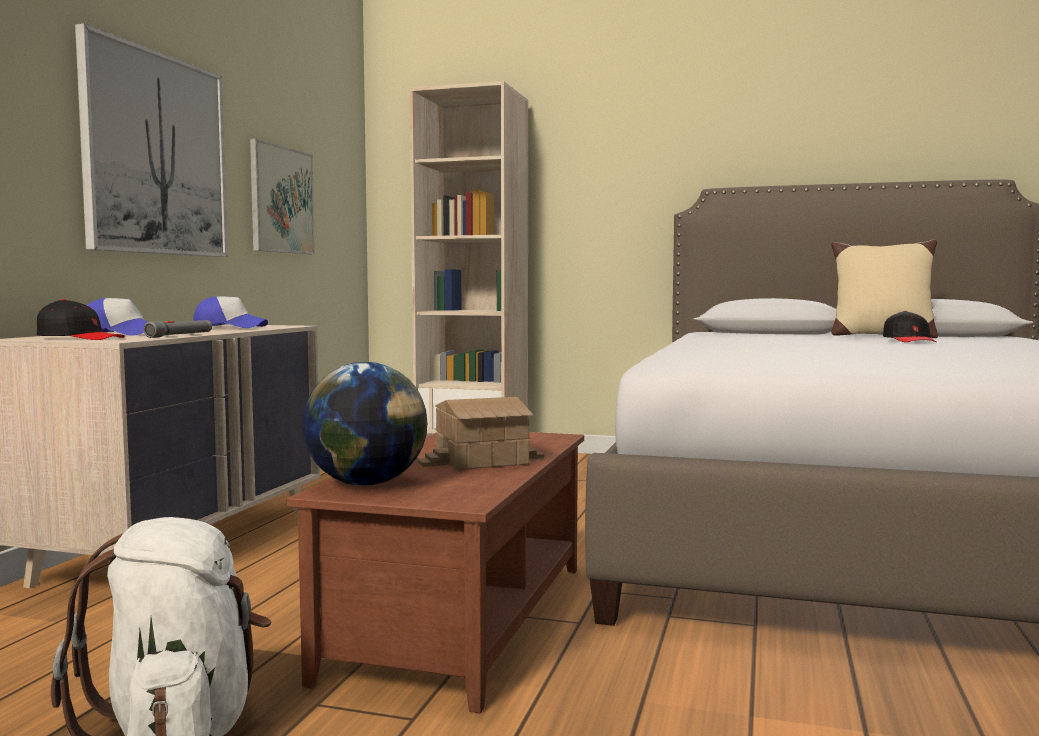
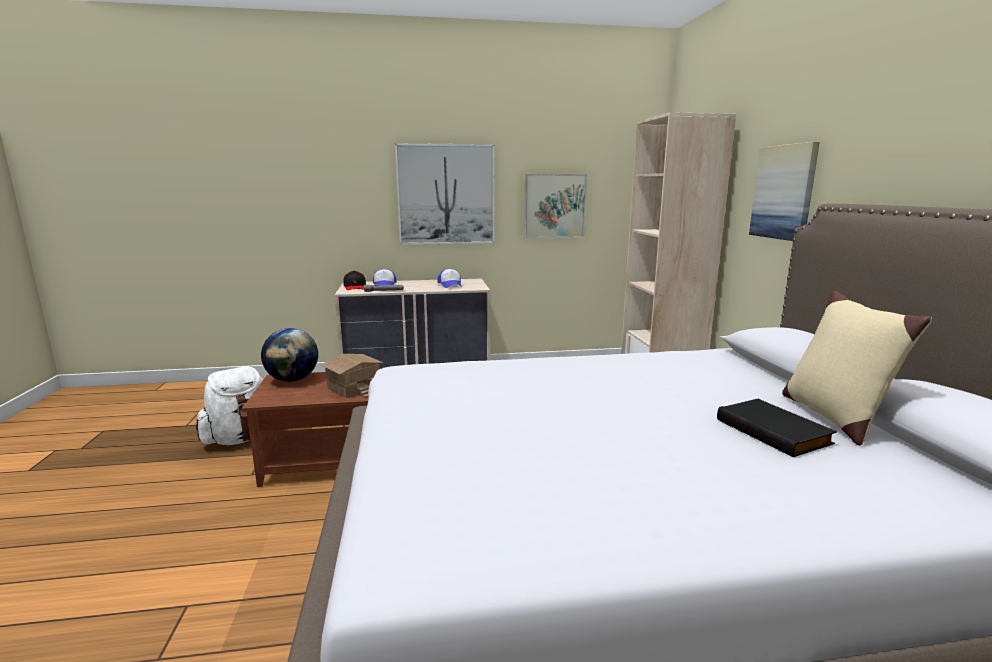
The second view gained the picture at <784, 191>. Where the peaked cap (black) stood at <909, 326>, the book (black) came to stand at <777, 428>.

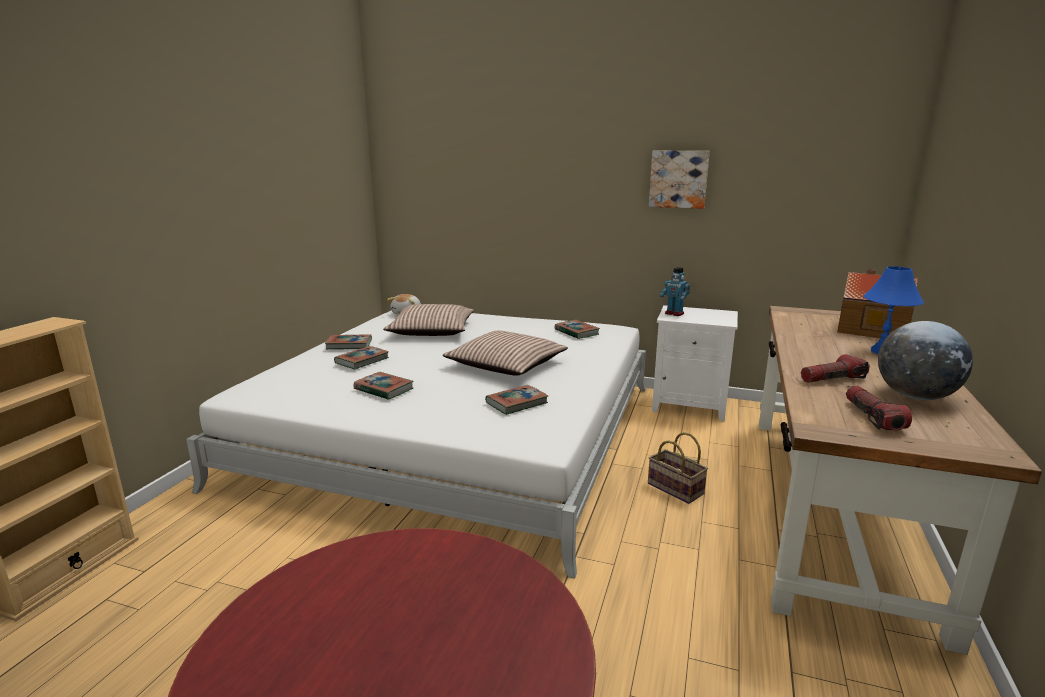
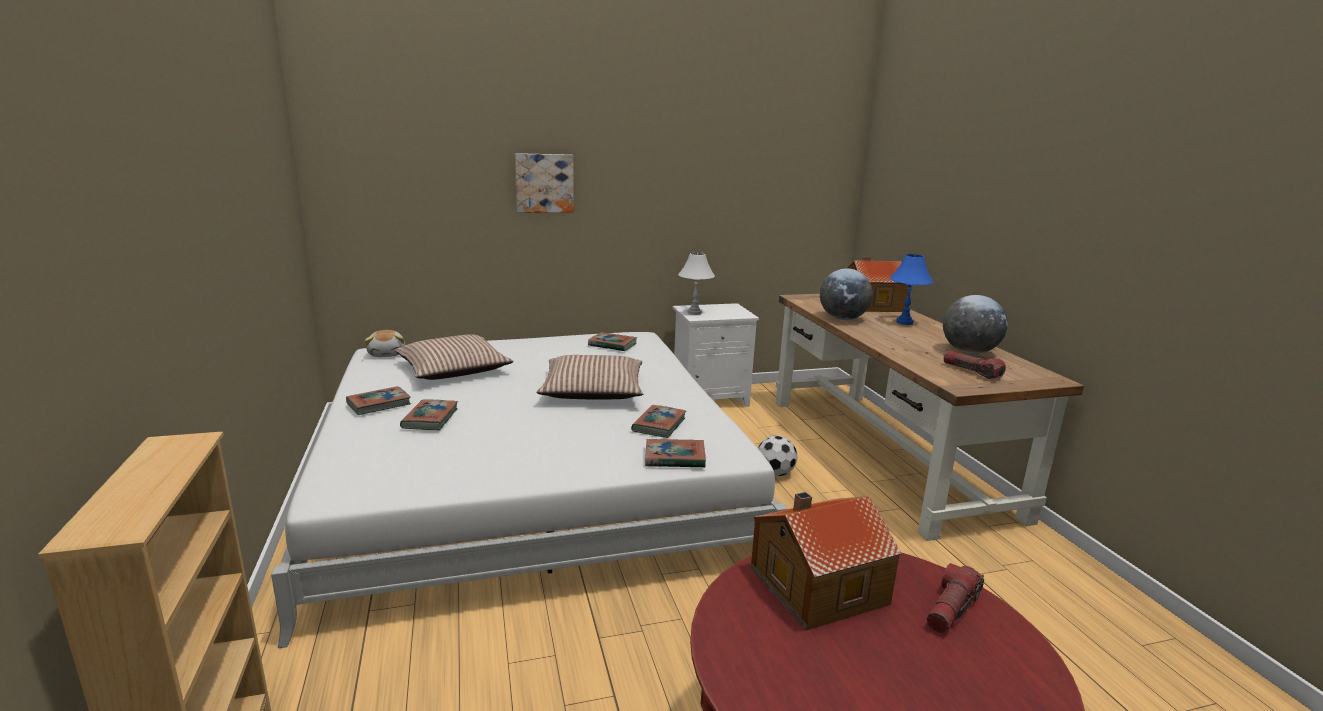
The second view gained the toy house at <826, 561>. The second view gained the world globe at <846, 294>. The book ended up elsewhere, having gone from <383, 386> to <675, 453>. The picture ended up elsewhere, having gone from <679, 180> to <544, 183>. The torch ended up elsewhere, having gone from <835, 368> to <955, 598>. Where the basket stood at <678, 468>, the football ball came to stand at <777, 455>. Where the robot figure stood at <675, 291>, the tabletop lamp (white) came to stand at <696, 283>.

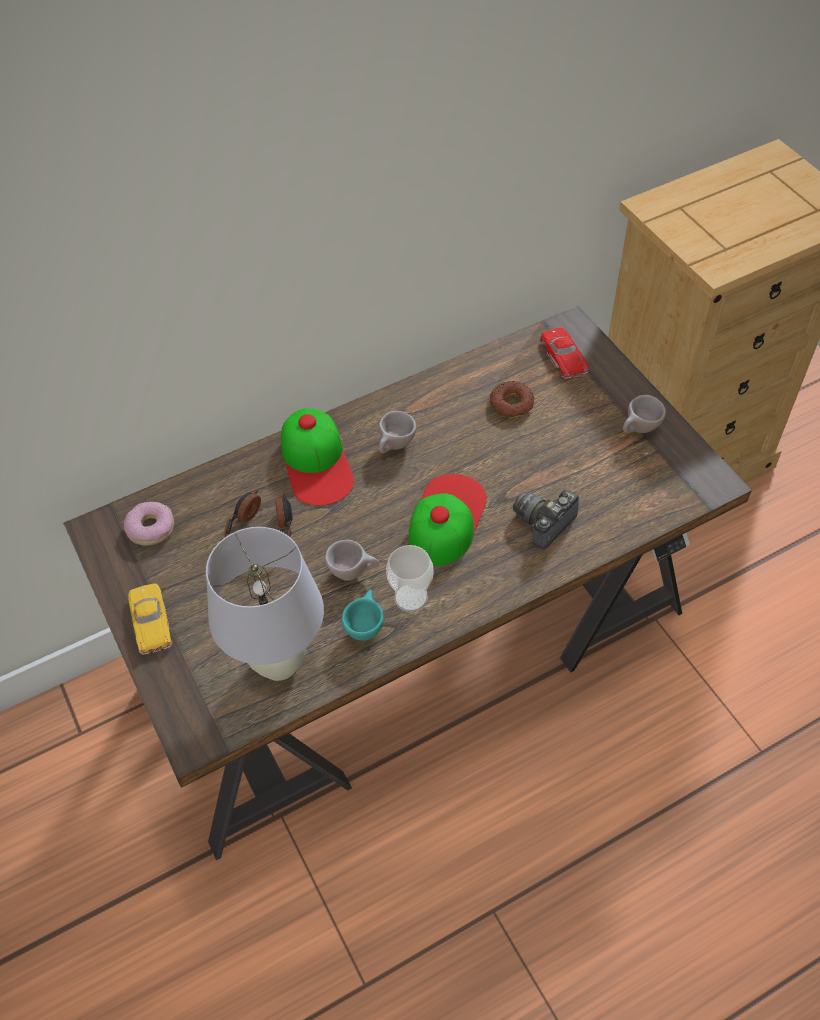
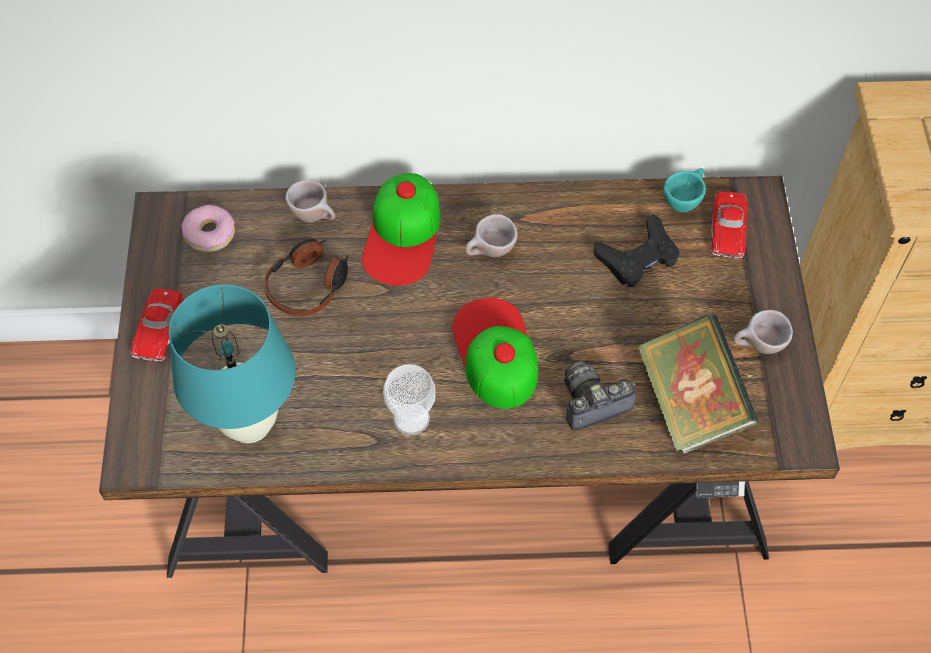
The second view gained the book at <698, 384>. The cup (sand-coloured) ended up elsewhere, having gone from <352, 560> to <310, 201>. The cup (turquoise-coloured) ended up elsewhere, having gone from <363, 615> to <684, 190>. Where the ring doughnut stood at <512, 399>, the joypad (black) came to stand at <637, 250>. What was the miniature car (yellowish) at <150, 619> turned into the miniature car (reddish) at <157, 324>. What was the tabletop lamp (white) at <265, 604> turned into the tabletop lamp (turquoise-coloured) at <232, 363>. The peaked cap at <448, 520> ended up facing another way, 60 degrees counterclockwise from before.

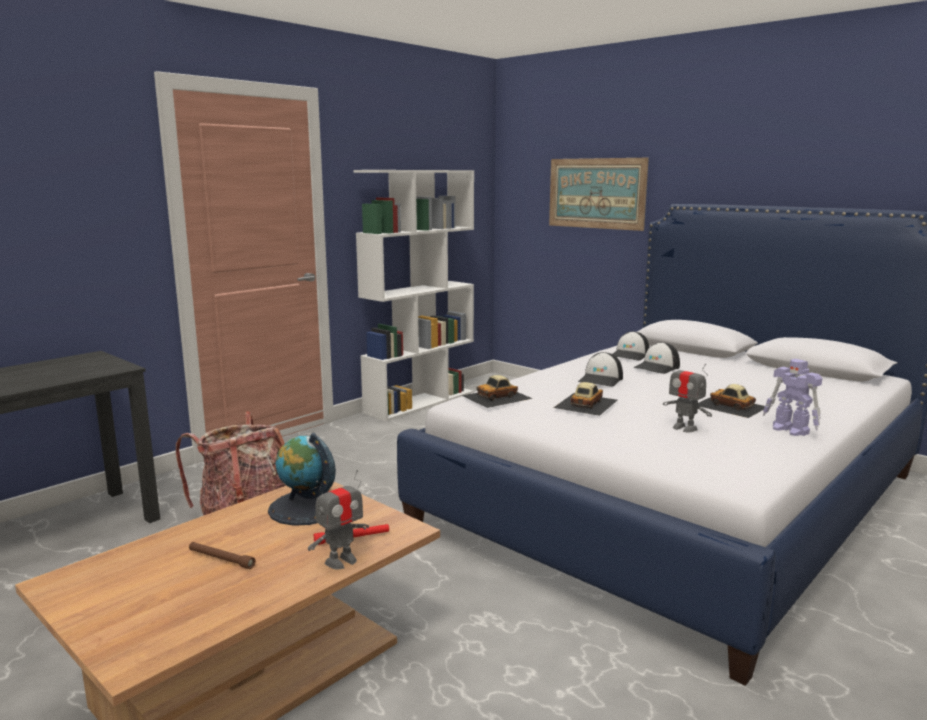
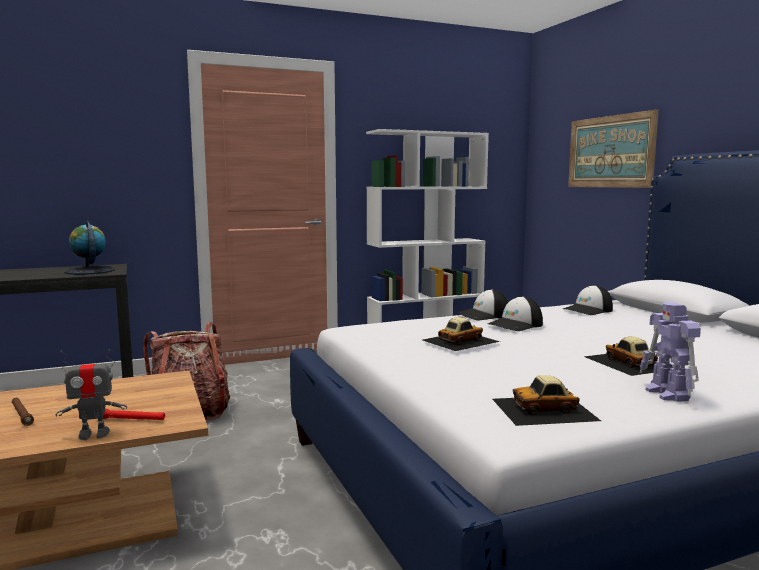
The second view lost the robot figure at <687, 394>. The world globe ended up elsewhere, having gone from <302, 479> to <89, 248>. The miniature car ended up elsewhere, having gone from <497, 391> to <546, 400>. The peaked cap ended up elsewhere, having gone from <657, 358> to <482, 304>.

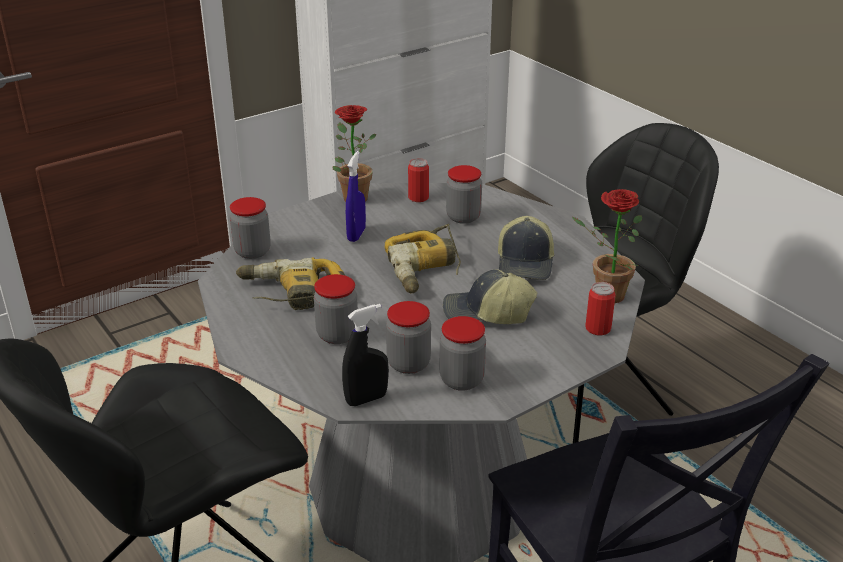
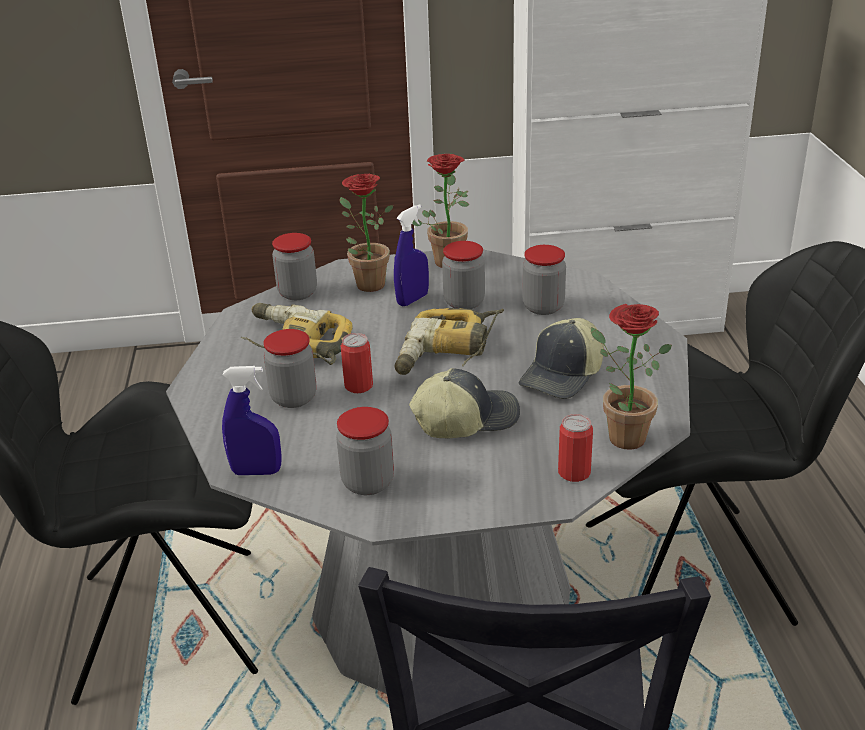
The second view gained the plant in a pot at <367, 232>. The preserve jar ended up elsewhere, having gone from <408, 337> to <463, 275>. The metal can ended up elsewhere, having gone from <418, 180> to <357, 363>. What was the sprayer (black) at <365, 355> turned into the sprayer (bluish) at <252, 420>. The peaked cap at <490, 296> ended up facing another way, 120 degrees clockwise from before.

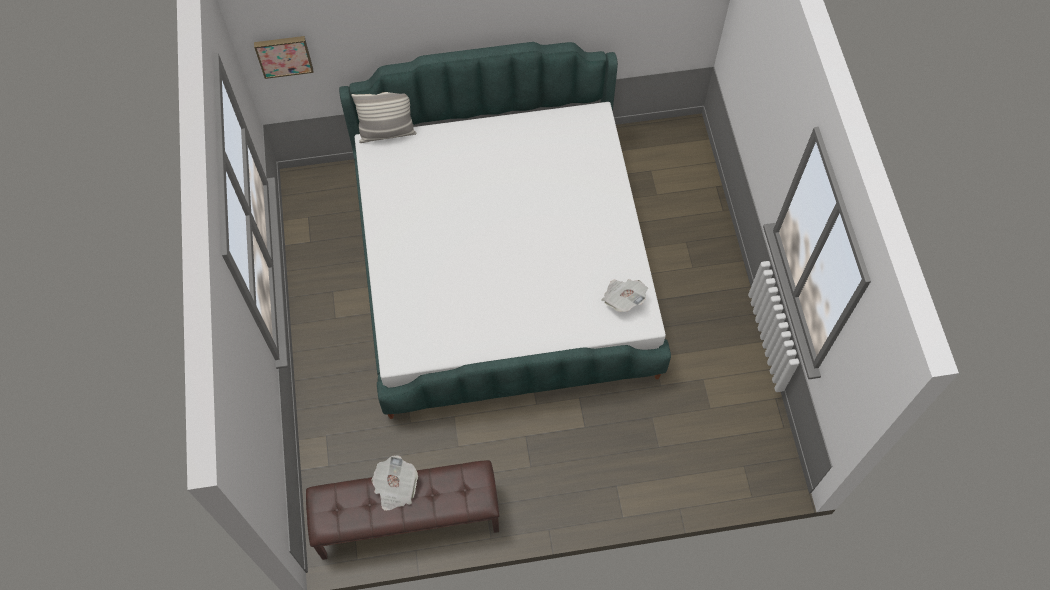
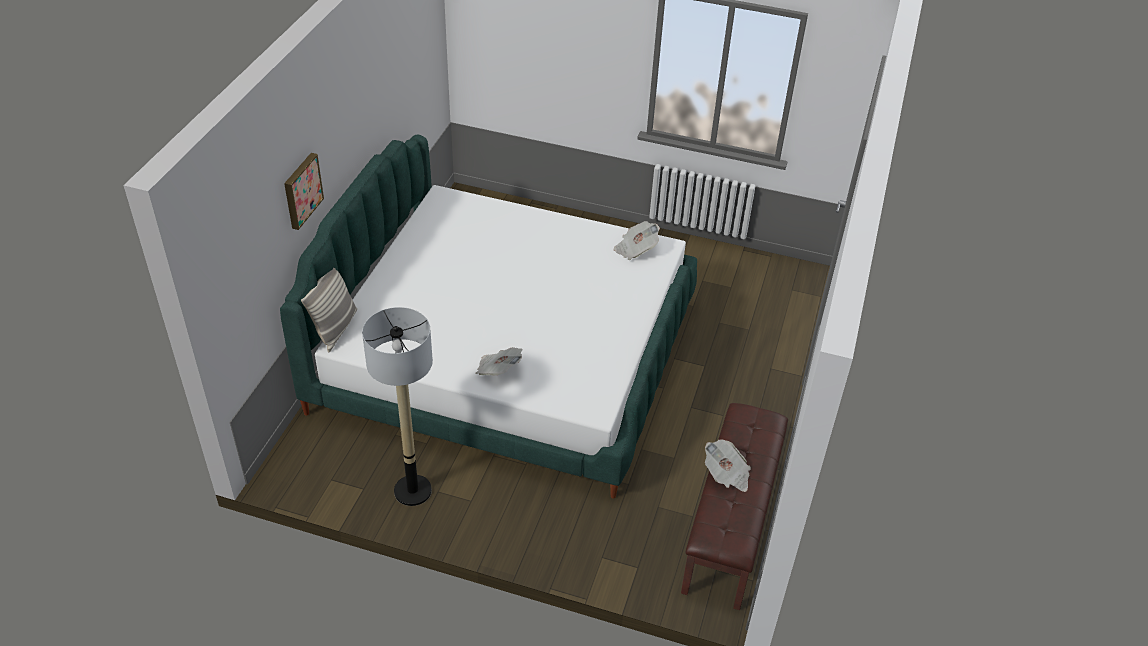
The second view gained the standing lamp at <397, 406>. The second view gained the printed paper at <499, 361>. The picture ended up elsewhere, having gone from <284, 57> to <304, 191>.

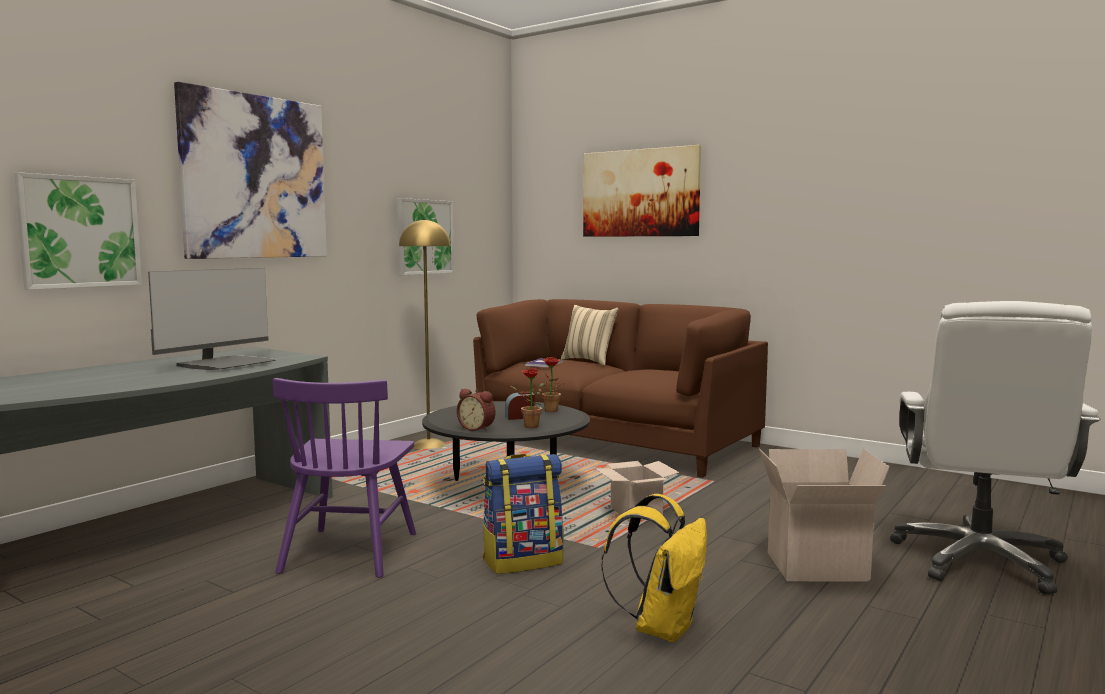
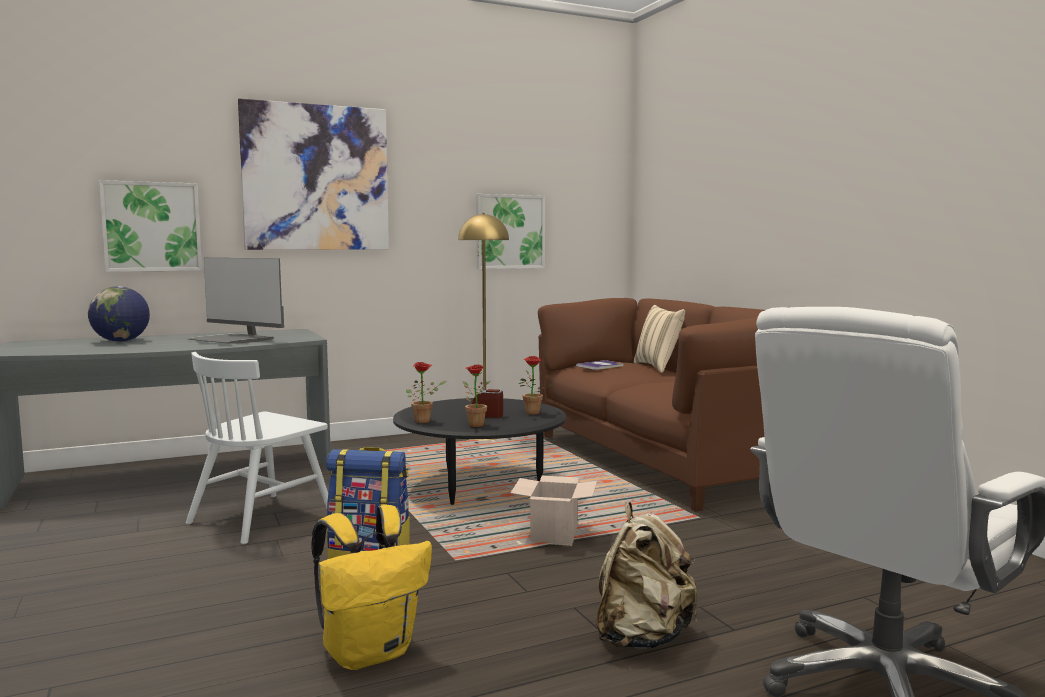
The second view lost the picture at <642, 191>. The second view gained the world globe at <119, 314>. Where the alarm clock stood at <476, 410>, the plant in a pot came to stand at <426, 392>. Where the carton stood at <824, 515>, the backpack (sand-coloured) came to stand at <647, 575>. What was the upright chair (purple) at <344, 478> turned into the upright chair (white) at <257, 448>. The computer display at <212, 319> ended up facing another way, 60 degrees clockwise from before.

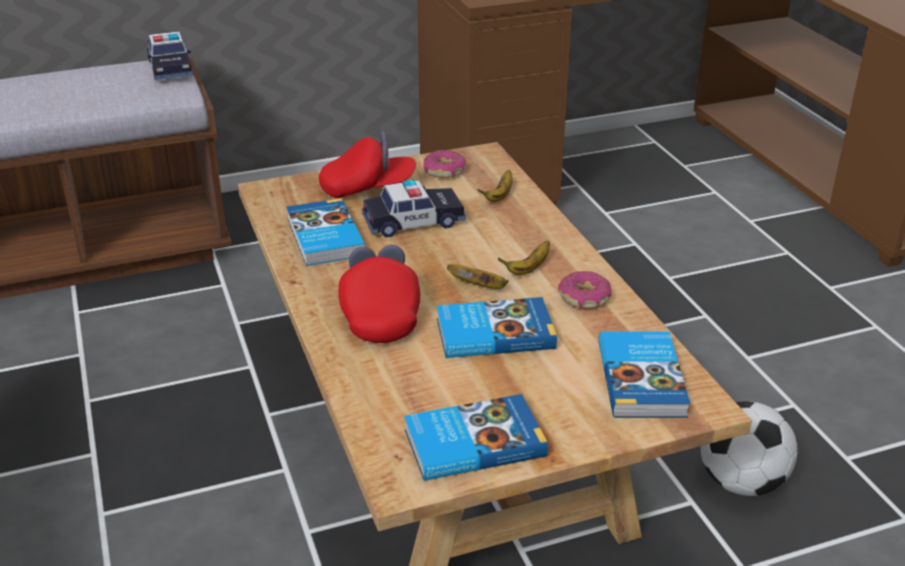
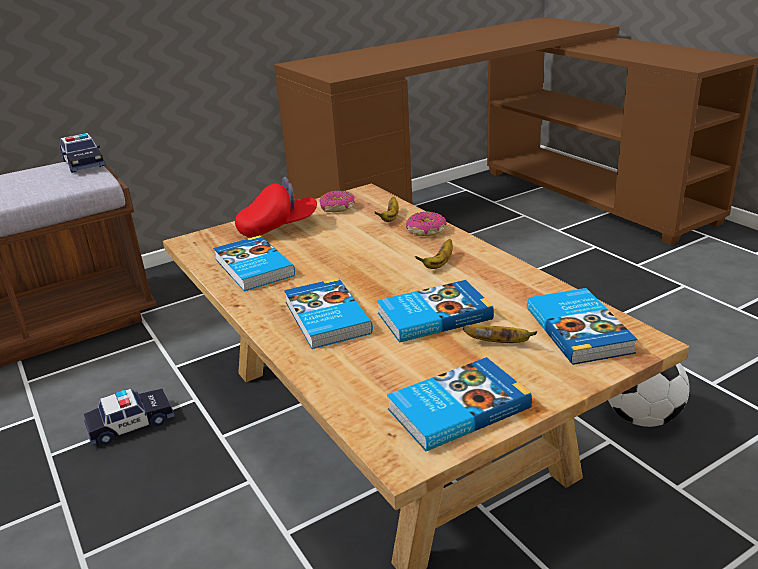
The miniature car ended up elsewhere, having gone from <414, 209> to <129, 417>. The banana fruit ended up elsewhere, having gone from <478, 276> to <500, 333>. The ring doughnut ended up elsewhere, having gone from <584, 289> to <426, 223>. Where the peaked cap (reddish) stood at <379, 294>, the book came to stand at <328, 313>.

